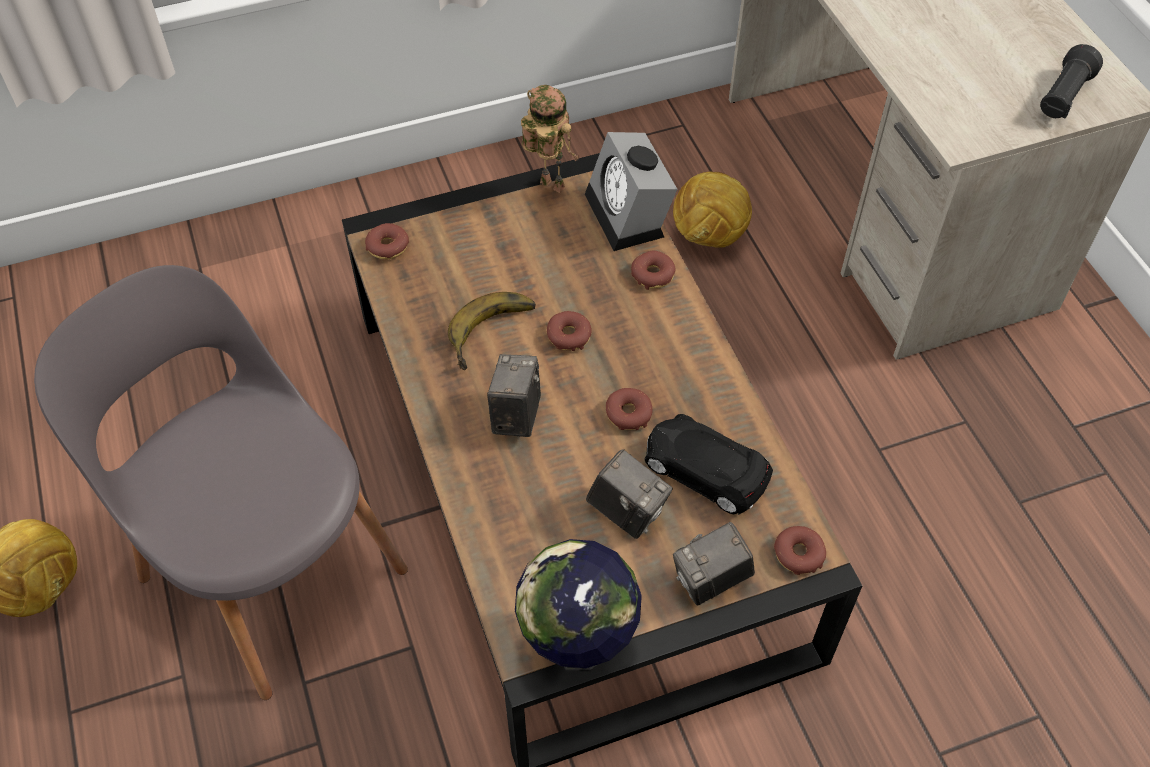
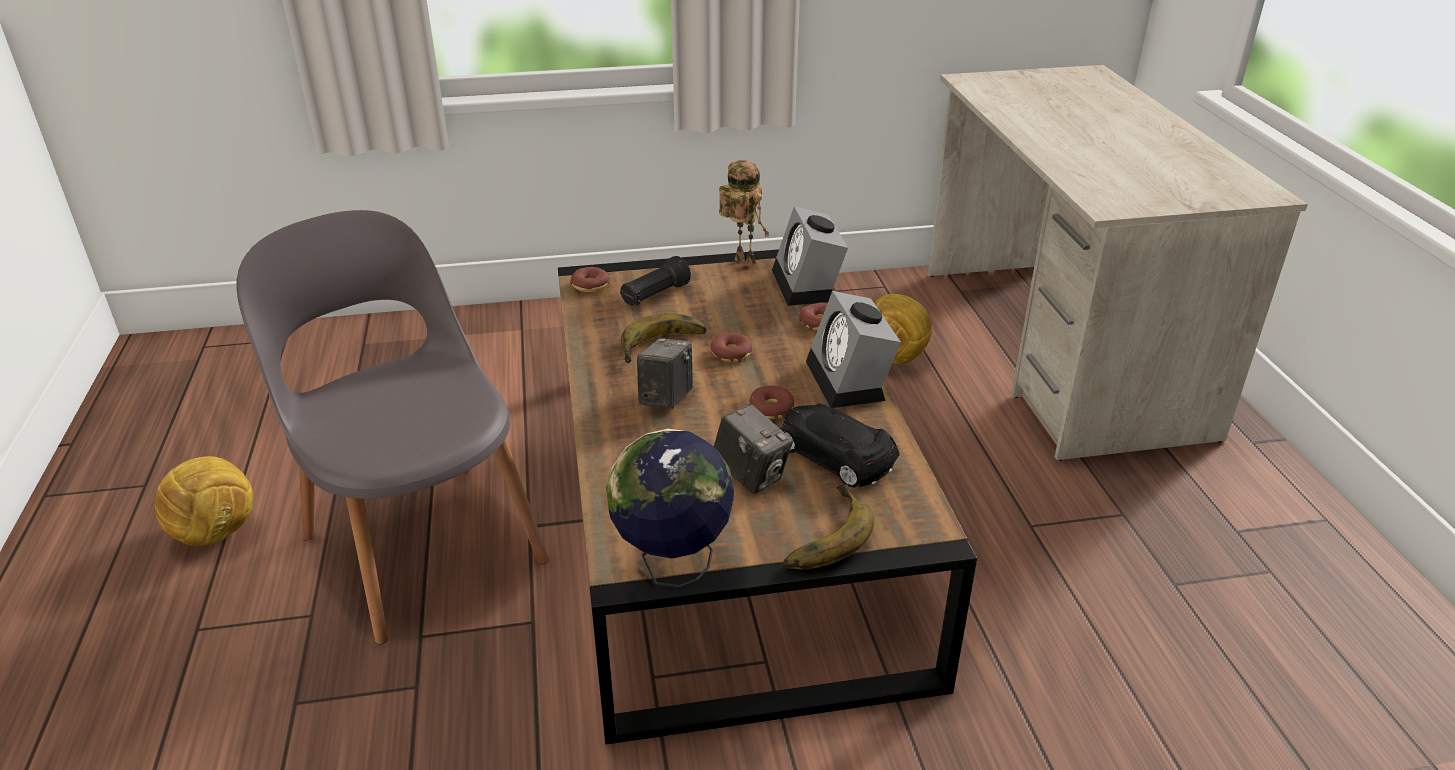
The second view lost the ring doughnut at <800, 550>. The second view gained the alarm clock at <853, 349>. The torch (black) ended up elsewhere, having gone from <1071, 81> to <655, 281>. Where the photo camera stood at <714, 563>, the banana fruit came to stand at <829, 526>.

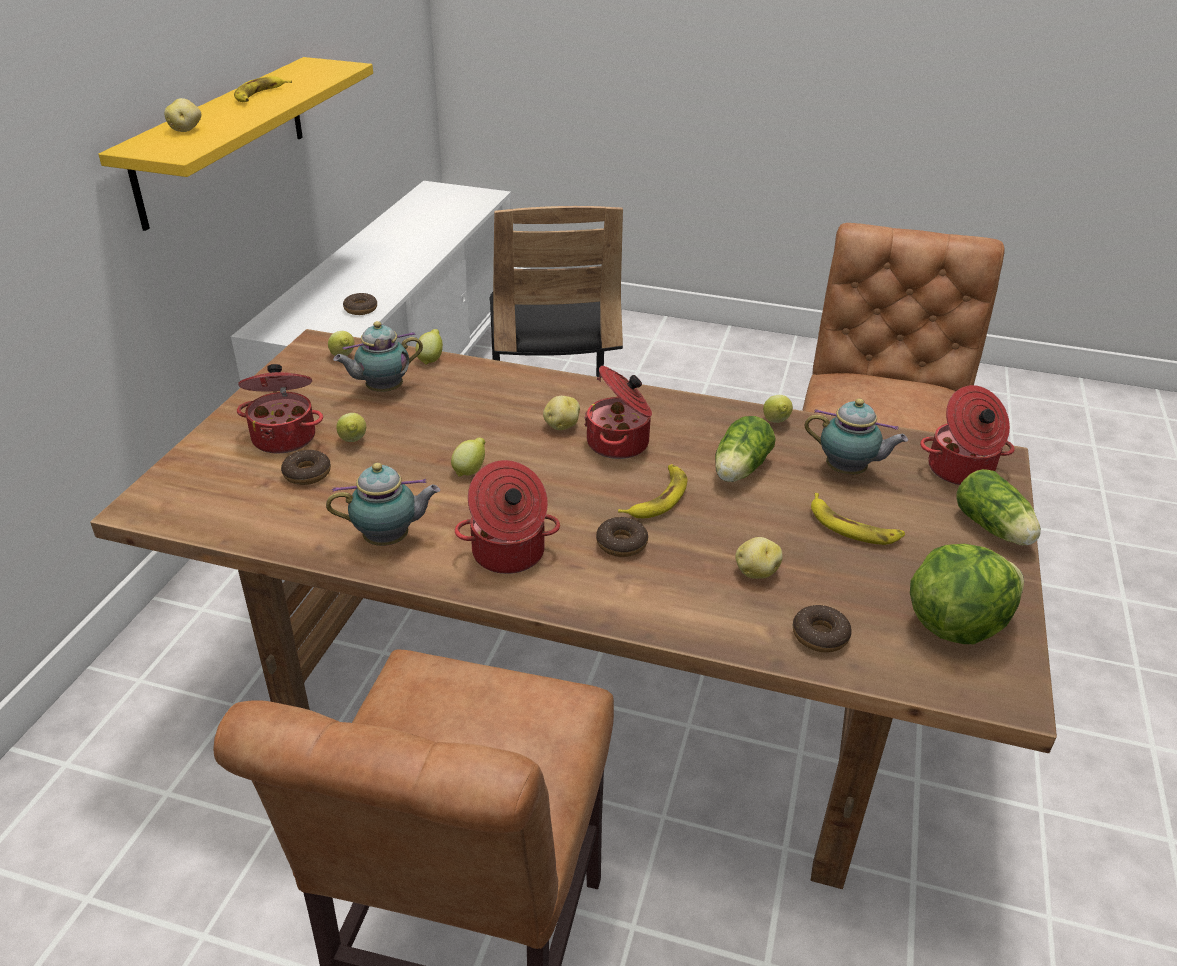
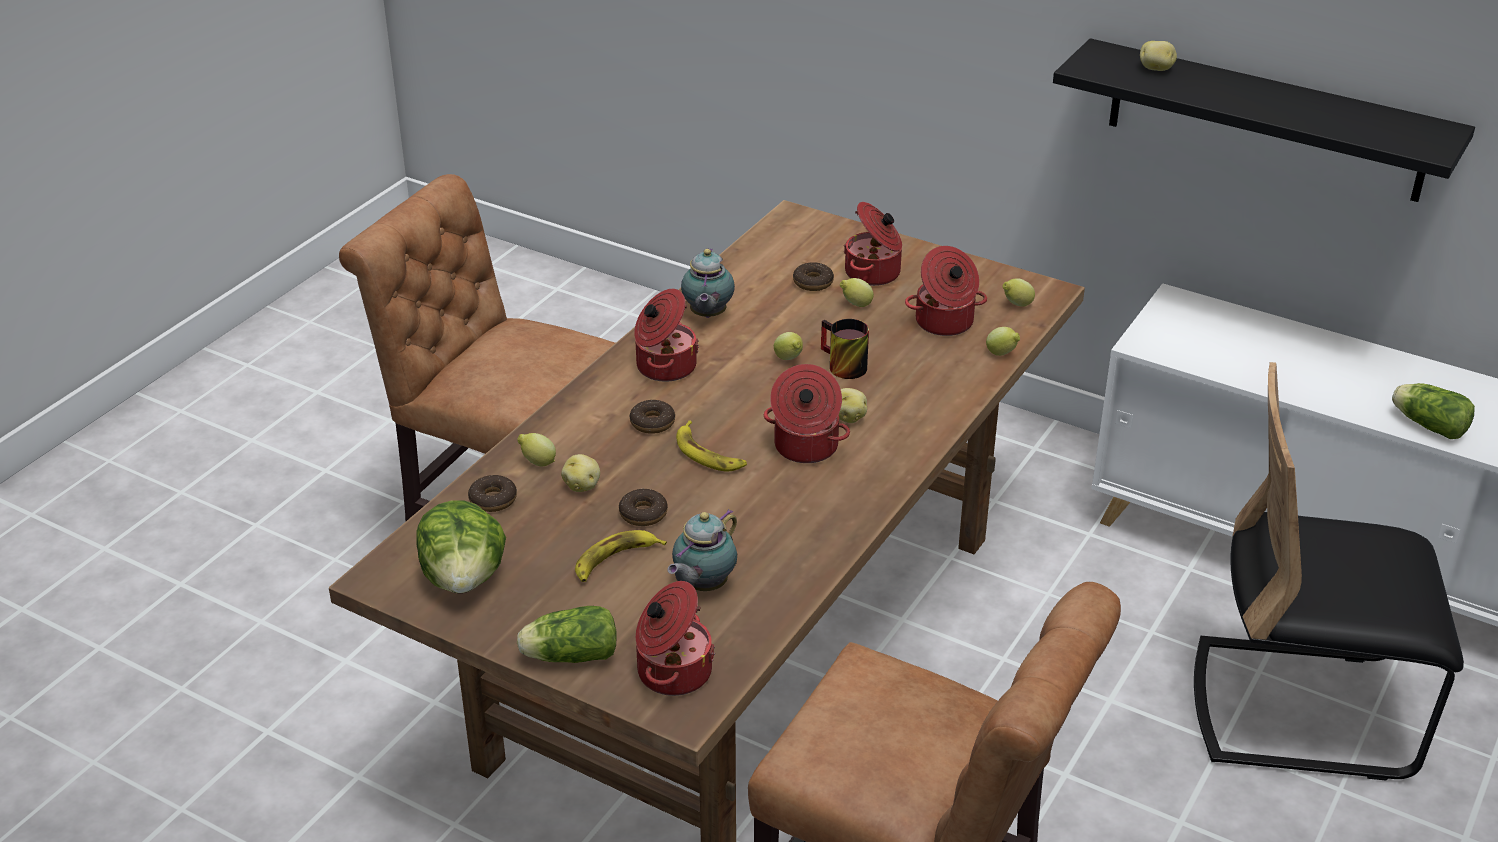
The second view lost the banana fruit at <263, 89>. The second view gained the tea mug at <845, 349>. The ring doughnut ended up elsewhere, having gone from <360, 304> to <643, 507>. The lettuce head ended up elsewhere, having gone from <745, 449> to <1433, 411>. The lemon ended up elsewhere, having gone from <778, 409> to <536, 449>. Where the pot for tea stood at <378, 356>, the cooking pot came to stand at <946, 291>. What was the wall shelf (yellowish) at <235, 144> turned into the wall shelf (black) at <1264, 120>.

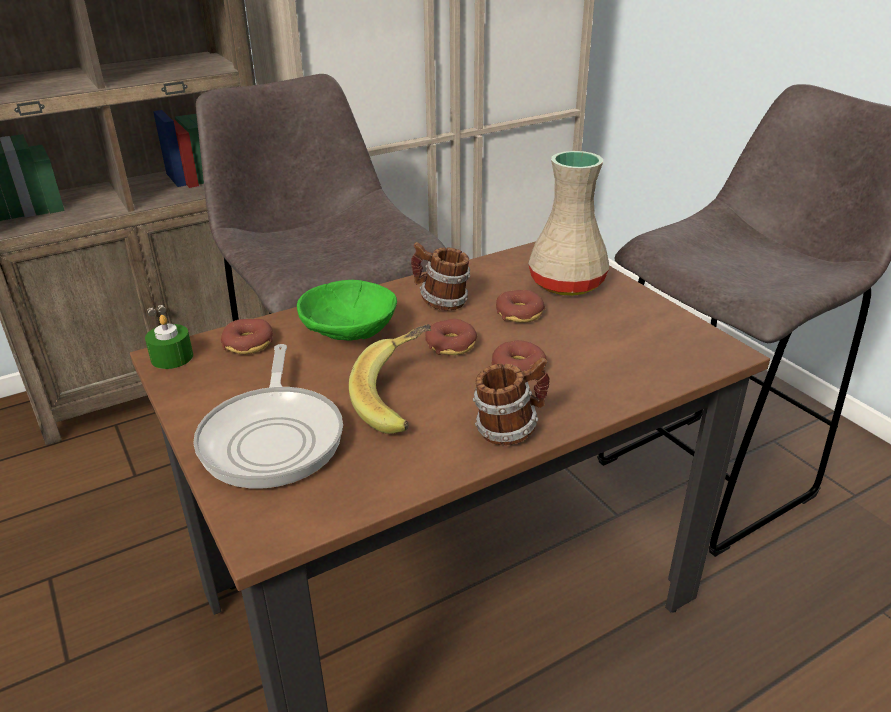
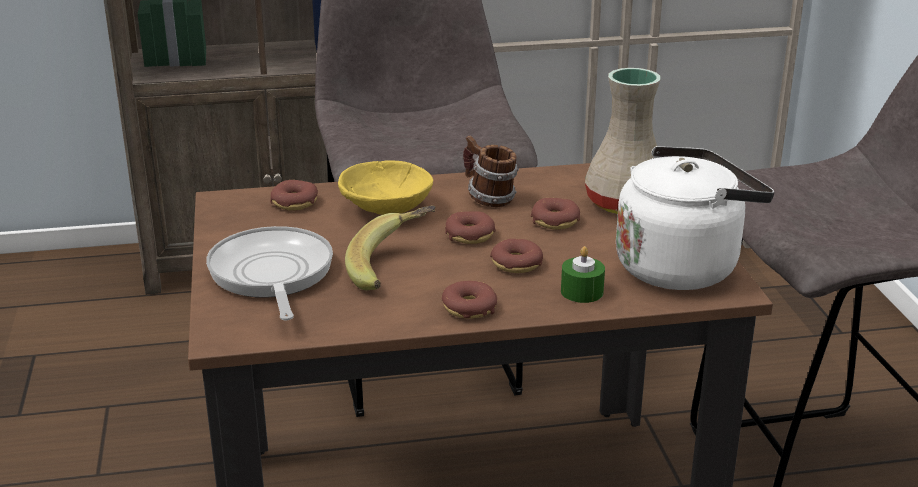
The second view gained the water kettle (white) at <695, 218>. The candle (green) ended up elsewhere, having gone from <169, 342> to <583, 274>. Where the tea mug stood at <511, 401>, the ring doughnut came to stand at <469, 300>. What was the serving bowl (green) at <347, 310> turned into the serving bowl (yellowish) at <385, 188>. The pan at <268, 416> ended up facing another way, 150 degrees clockwise from before.

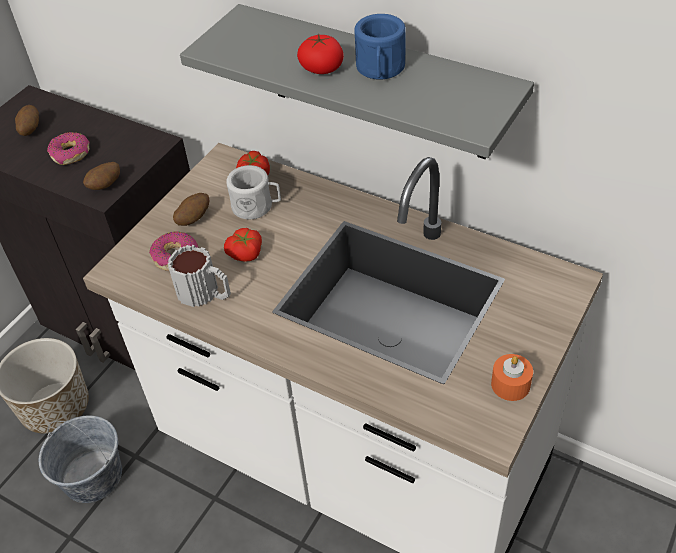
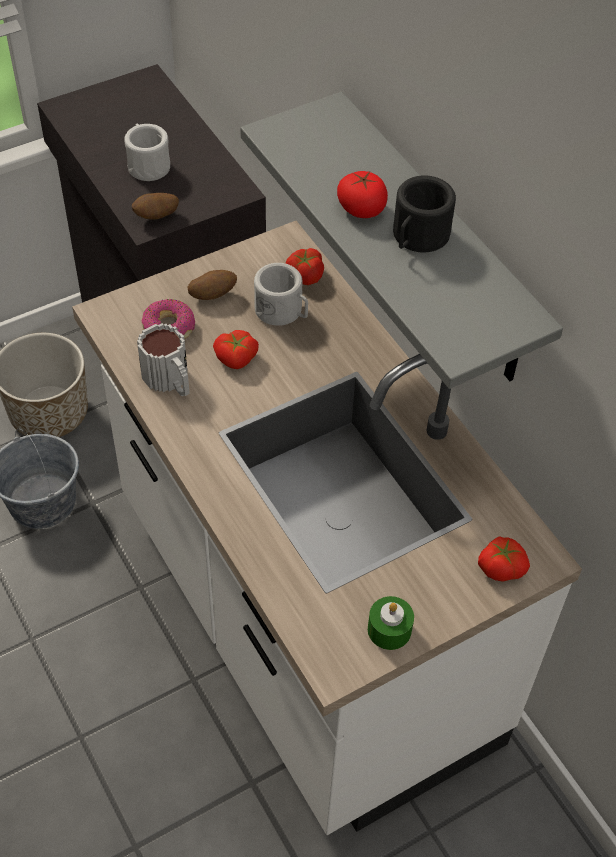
The second view lost the spud at <27, 120>. The second view gained the whole tomato at <504, 559>. Where the ring doughnut stood at <68, 148>, the tea mug (white) came to stand at <147, 152>. What was the tea mug (bluish) at <380, 47> turned into the tea mug (black) at <424, 214>. What was the candle (orangey) at <512, 377> turned into the candle (green) at <391, 623>.

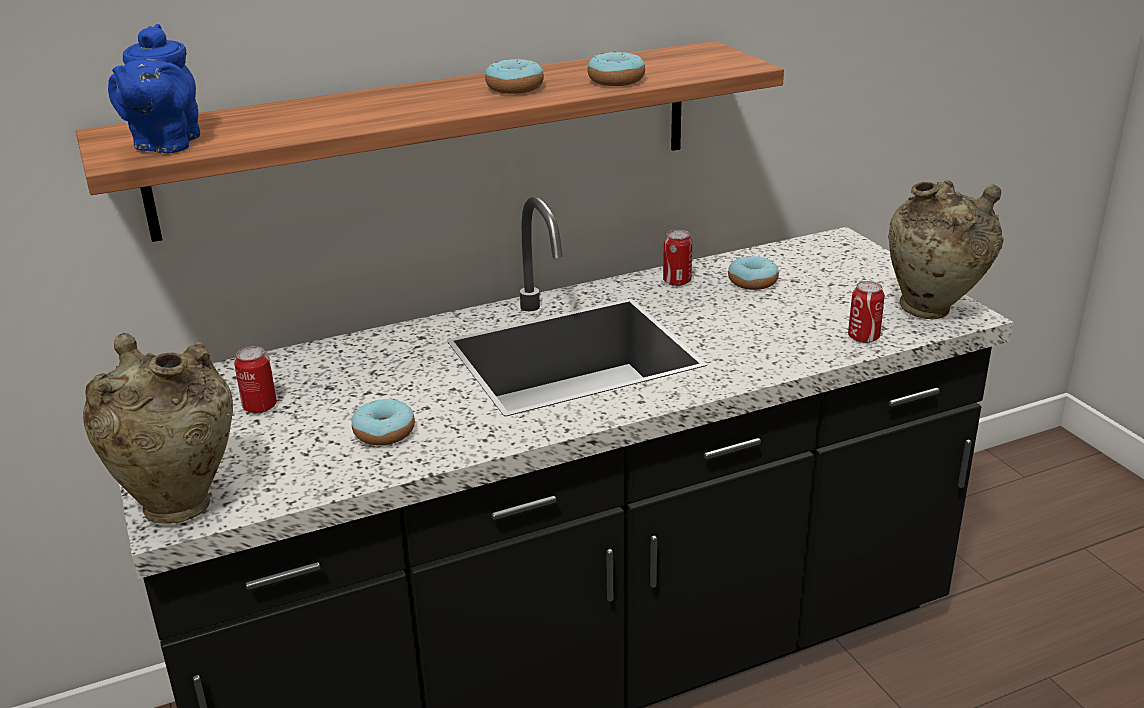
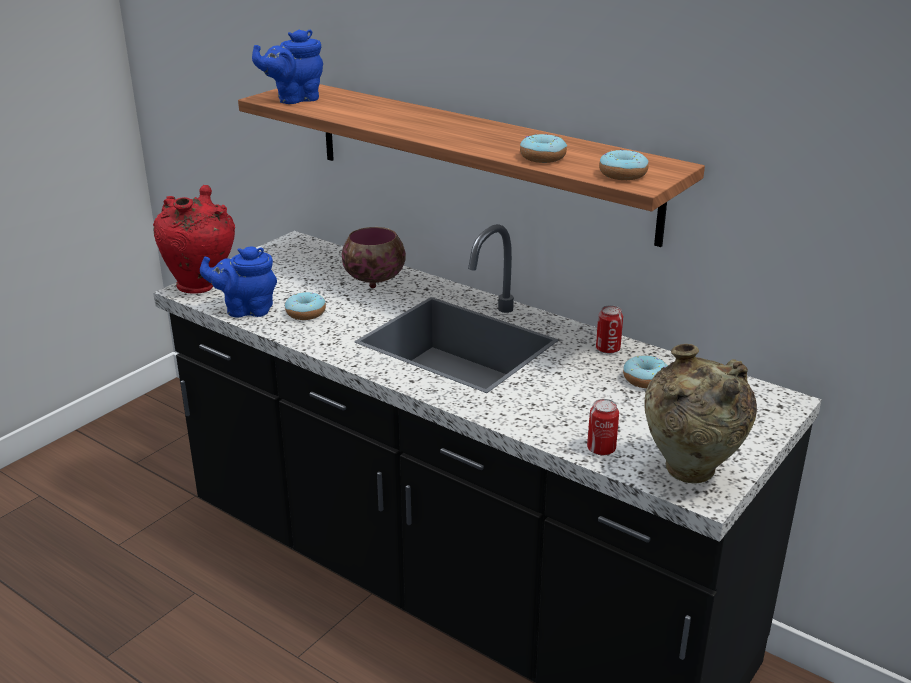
The second view lost the metal can at <255, 379>. The second view gained the pot for tea (bluish) at <238, 282>. The second view gained the serving bowl at <374, 257>. The ring doughnut ended up elsewhere, having gone from <514, 76> to <624, 165>. What was the decorative vase (sand-coloured) at <158, 428> turned into the decorative vase (reddish) at <194, 239>.

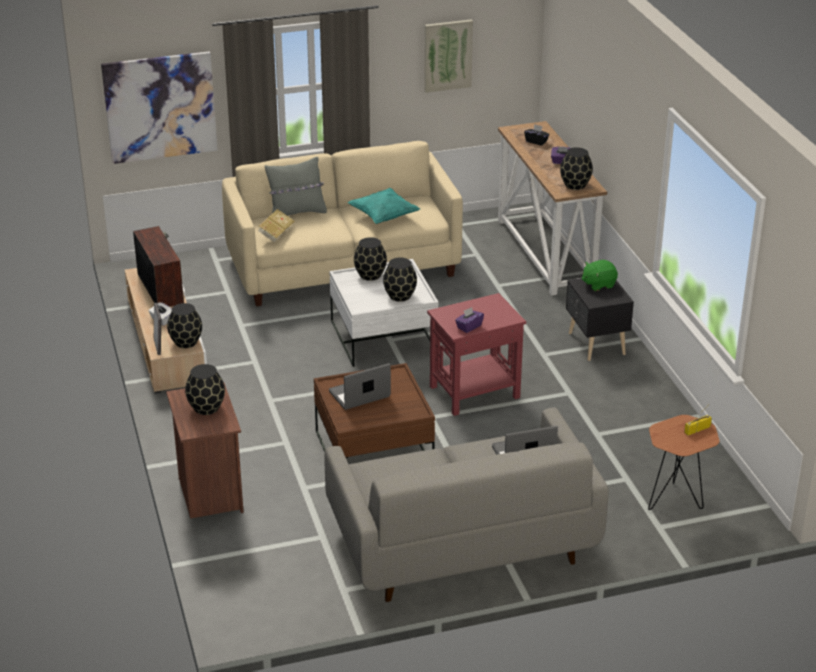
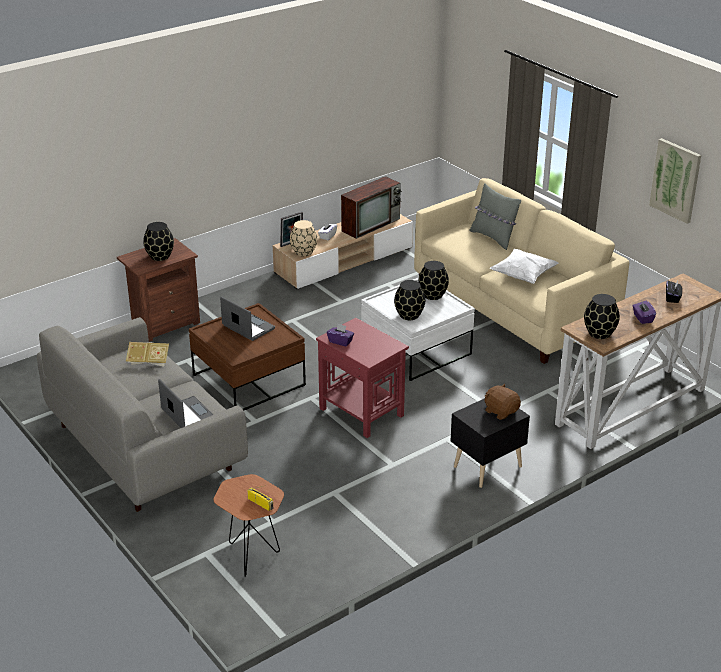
The second view lost the picture at <159, 107>. The book ended up elsewhere, having gone from <276, 225> to <147, 354>. What was the decorative vase (black) at <184, 325> turned into the decorative vase (sand-coloured) at <303, 238>. What was the cushion (turquoise-coloured) at <384, 206> turned into the cushion (white) at <524, 266>. What was the soft toy (green) at <600, 275> turned into the soft toy (brown) at <502, 402>.

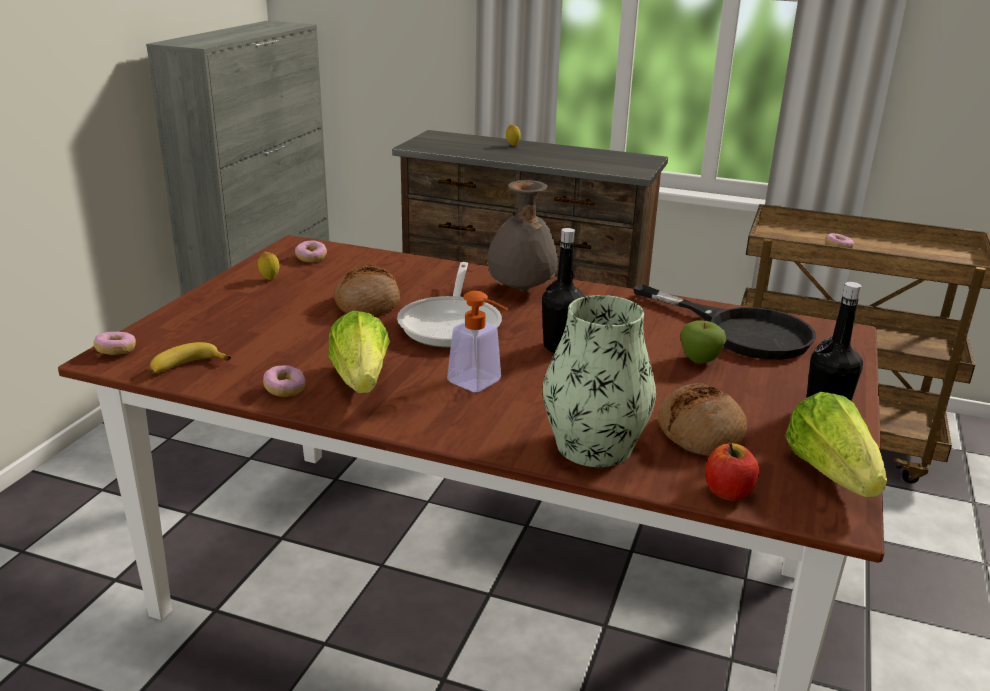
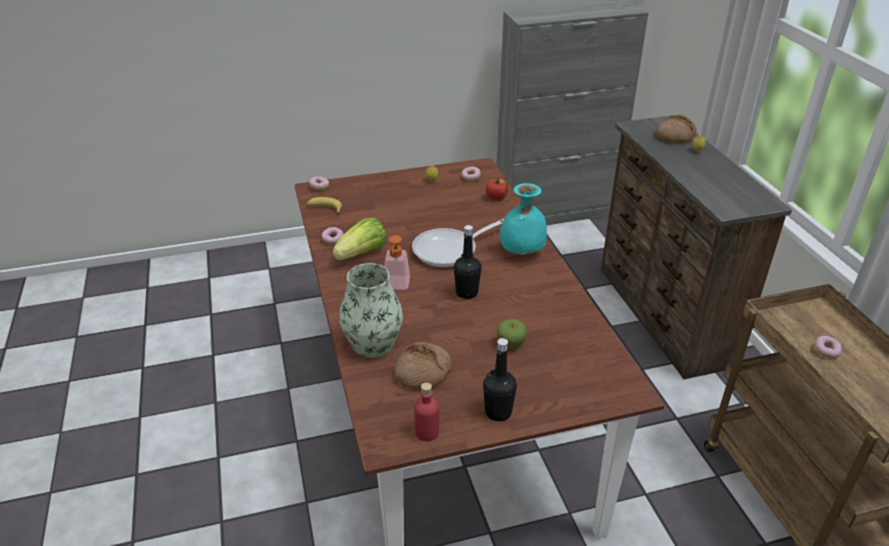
The second view lost the pan (black) at <724, 322>. The bread ended up elsewhere, having gone from <367, 289> to <676, 129>. The apple ended up elsewhere, having gone from <732, 472> to <497, 189>. Where the lettuce head stood at <836, 444>, the drink bottle (reddish) came to stand at <426, 412>. What was the decorative vase (gray) at <522, 235> turned into the decorative vase (turquoise-coloured) at <523, 218>.

